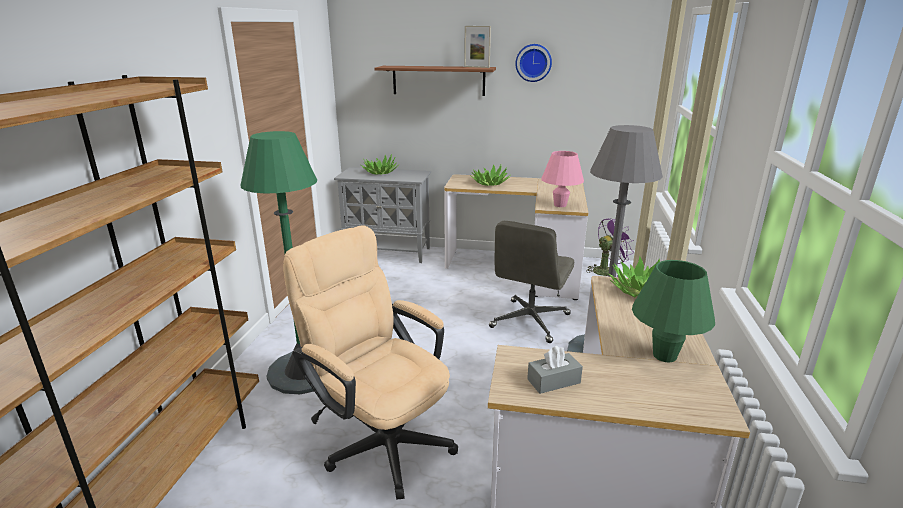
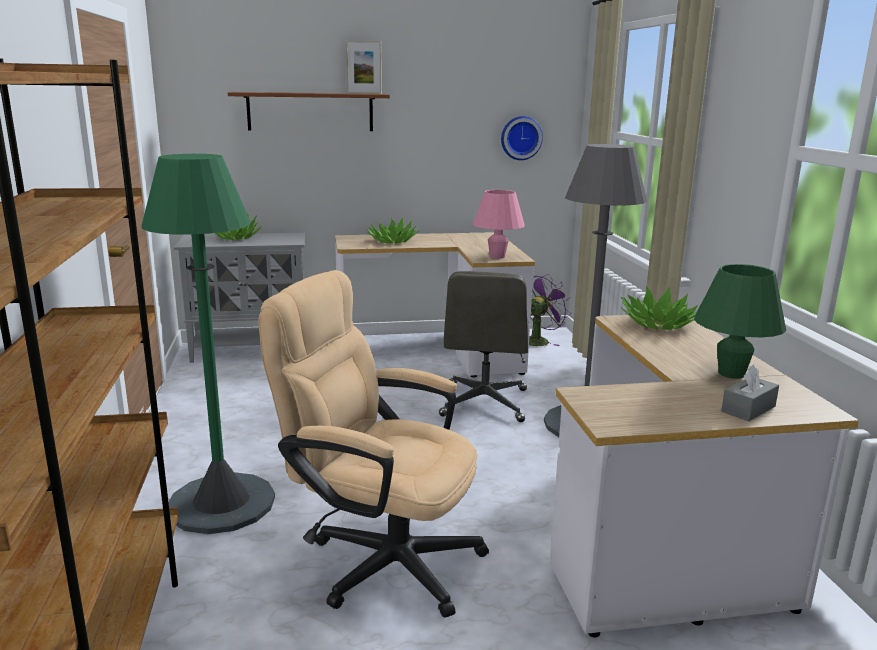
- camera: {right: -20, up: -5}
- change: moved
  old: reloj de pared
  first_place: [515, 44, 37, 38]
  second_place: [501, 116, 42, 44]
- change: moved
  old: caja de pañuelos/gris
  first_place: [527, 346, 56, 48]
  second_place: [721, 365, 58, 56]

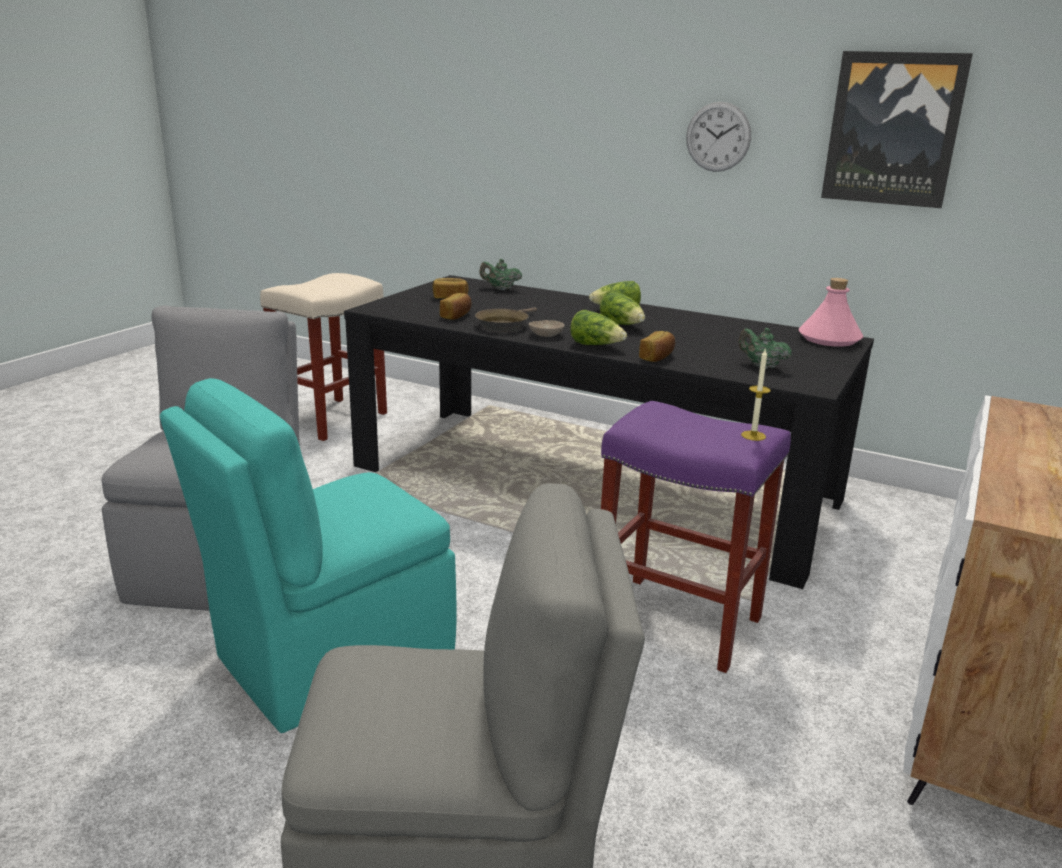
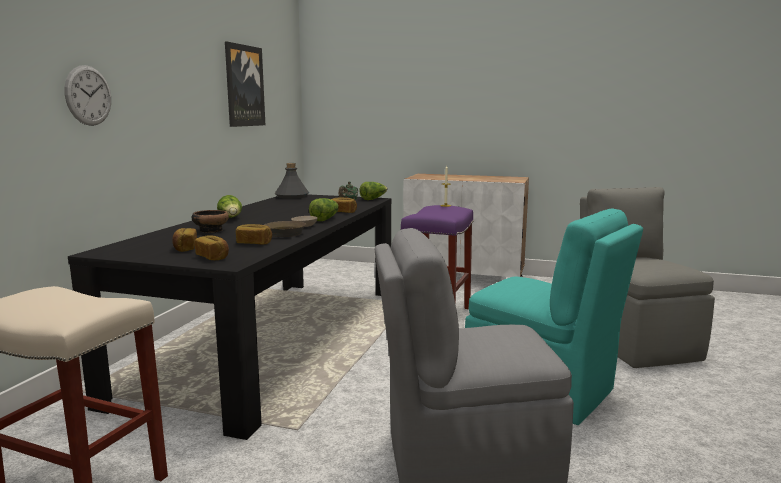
- camera: {right: -100, up: -10}
- change: removed
  old: tetera/verde
  first_place: [479, 259, 43, 31]
- change: moved
  old: lechuga
  first_place: [600, 292, 45, 33]
  second_place: [359, 182, 29, 18]
- change: moved
  old: reloj de pared
  first_place: [686, 102, 65, 70]
  second_place: [65, 65, 46, 61]
- change: recoloured
  old: botella/rosa
  new: botella/gris
  first_place: [799, 278, 64, 69]
  second_place: [275, 163, 34, 36]
- change: added
  new: cuenco
  second_place: [192, 210, 37, 23]
- change: added
  new: pan
  second_place: [194, 235, 35, 25]

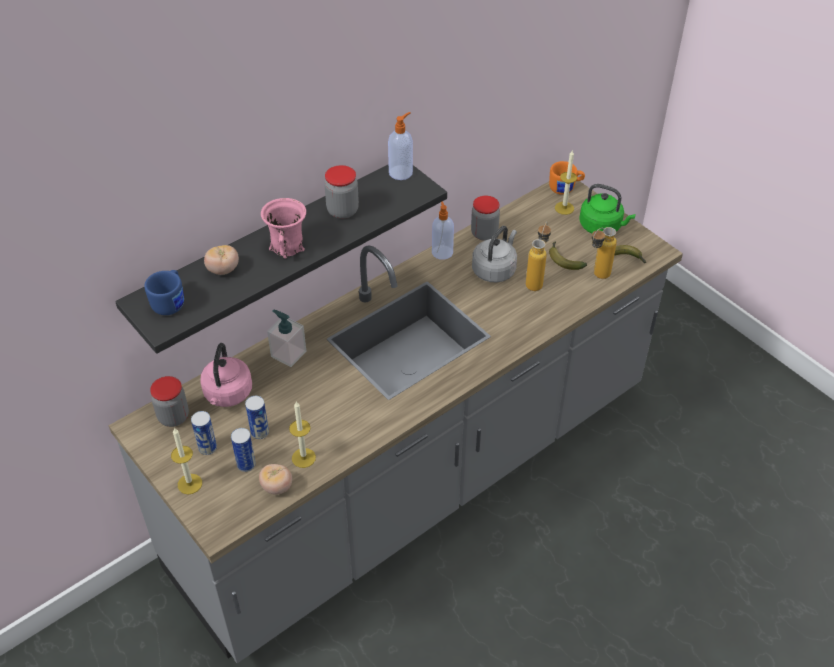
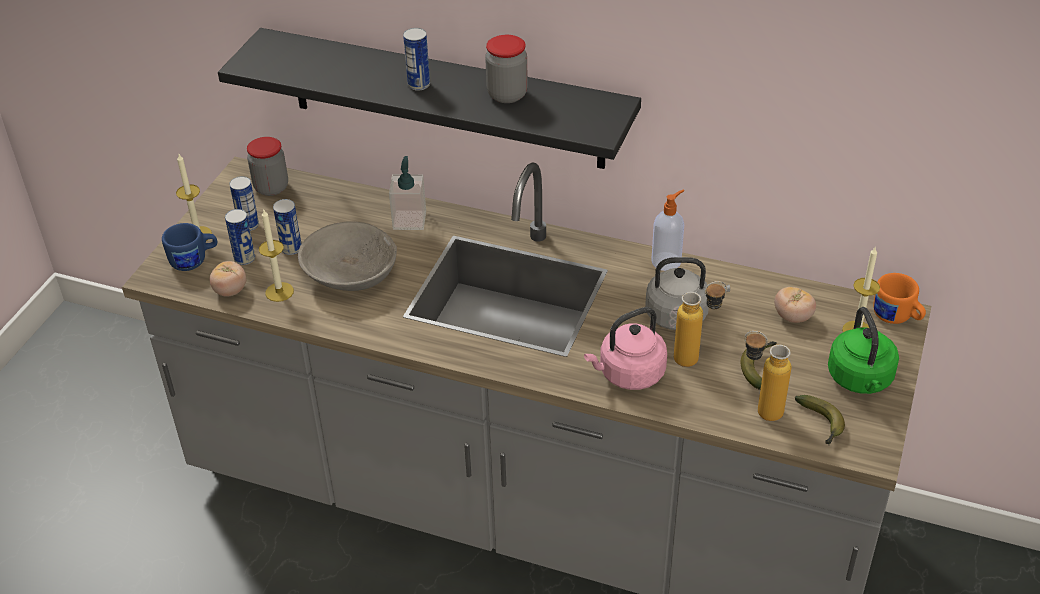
- camera: {right: 60, up: -5}
- change: moved
  old: taza grande/azul
  first_place: [144, 270, 40, 45]
  second_place: [162, 223, 55, 48]
- change: moved
  old: hervidor/rosa
  first_place: [200, 343, 52, 64]
  second_place: [584, 307, 83, 83]
- change: moved
  old: tomate
  first_place: [204, 245, 35, 30]
  second_place: [774, 287, 42, 36]
- change: replaced
  old: taza grande/rosa
  new: lata
  first_place: [261, 198, 45, 60]
  second_place: [403, 28, 27, 63]
- change: removed
  old: dispensador de jabón
  first_place: [388, 112, 25, 68]
- change: removed
  old: tarro
  first_place: [471, 196, 29, 45]
- change: added
  new: cuenco/gris
  second_place: [298, 221, 99, 70]

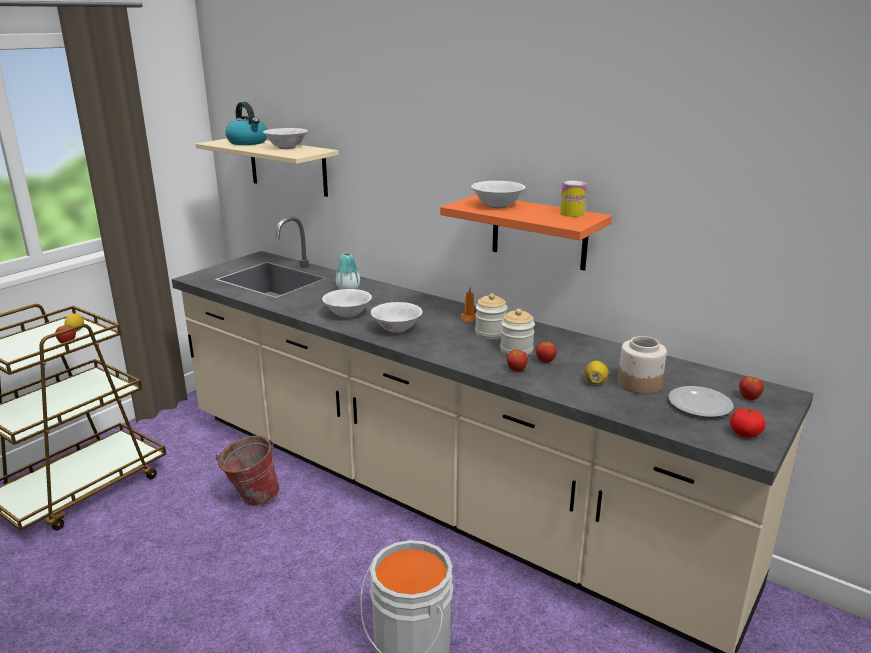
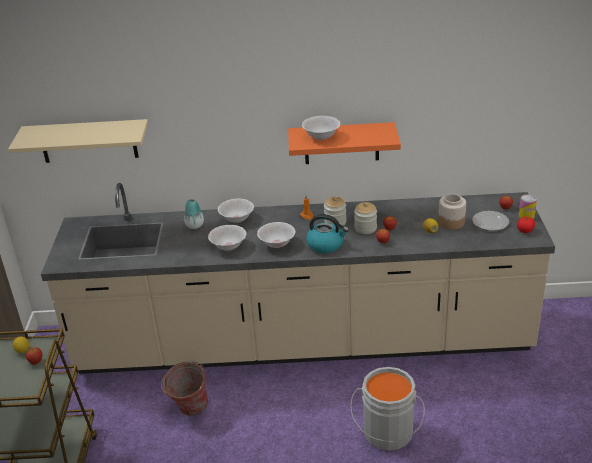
- camera: {right: -35, up: 10}
- change: moved
  old: hervidor
  first_place: [225, 102, 42, 43]
  second_place: [306, 214, 43, 39]
- change: moved
  old: cuenco/blanco
  first_place: [263, 128, 45, 21]
  second_place: [218, 199, 36, 24]
- change: moved
  old: lata
  first_place: [560, 181, 27, 36]
  second_place: [519, 194, 18, 25]

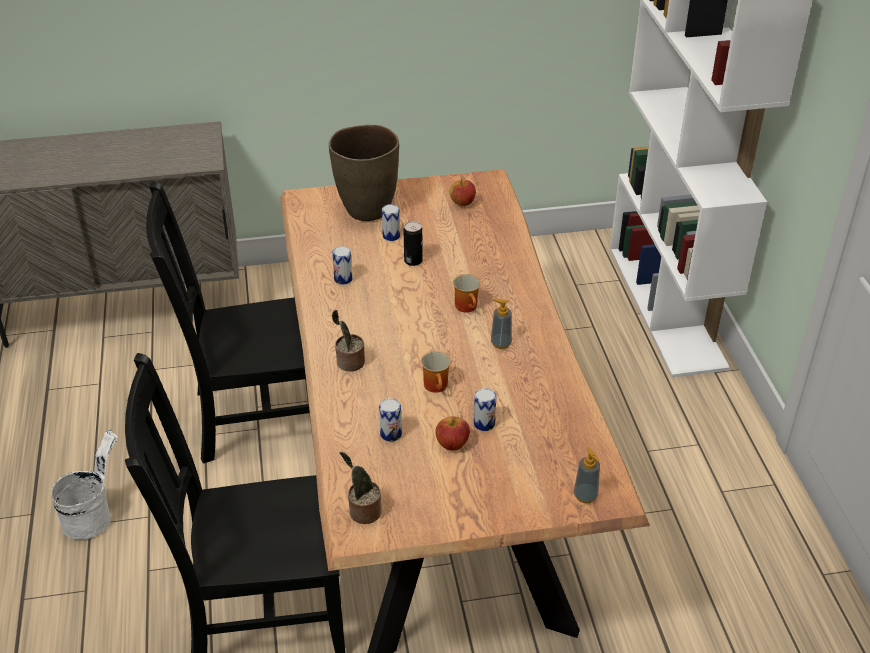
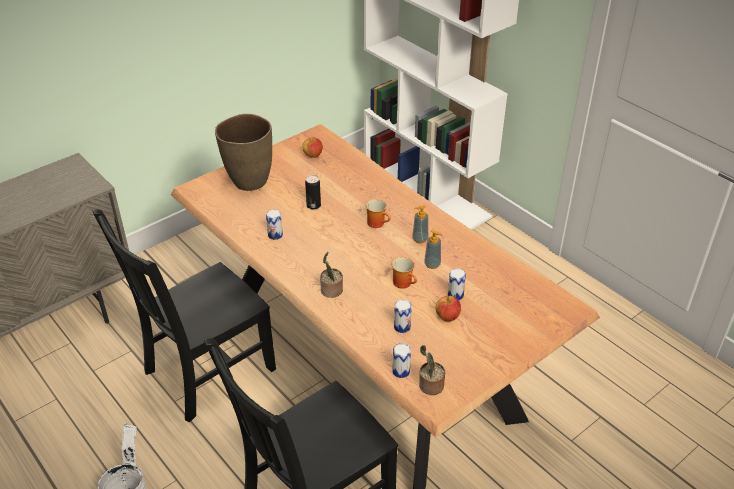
- camera: {right: -30, up: 0}
- change: moved
  old: lata
  first_place: [382, 204, 18, 37]
  second_place: [392, 343, 19, 35]
- change: moved
  old: dispensador de jabón
  first_place: [574, 448, 26, 55]
  second_place: [424, 230, 19, 39]

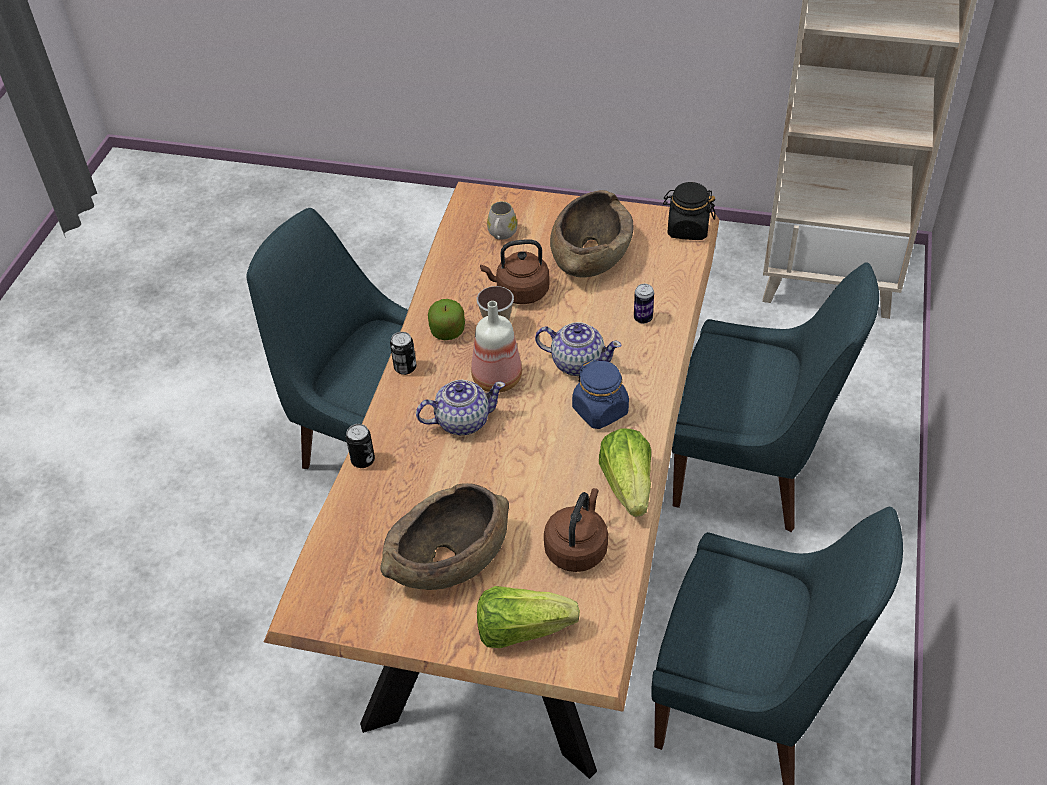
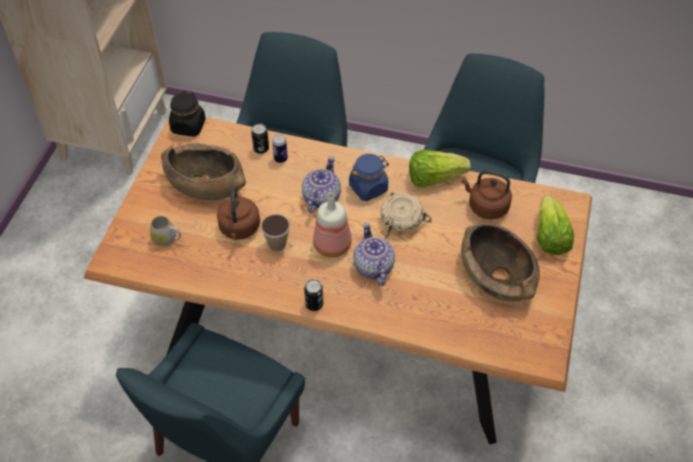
- camera: {right: -90, up: 5}
- change: moved
  old: lata
  first_place: [346, 424, 29, 44]
  second_place: [251, 124, 18, 30]
- change: removed
  old: manzana
  first_place: [428, 299, 37, 41]
- change: added
  new: cuenco/beis
  second_place: [381, 191, 51, 49]

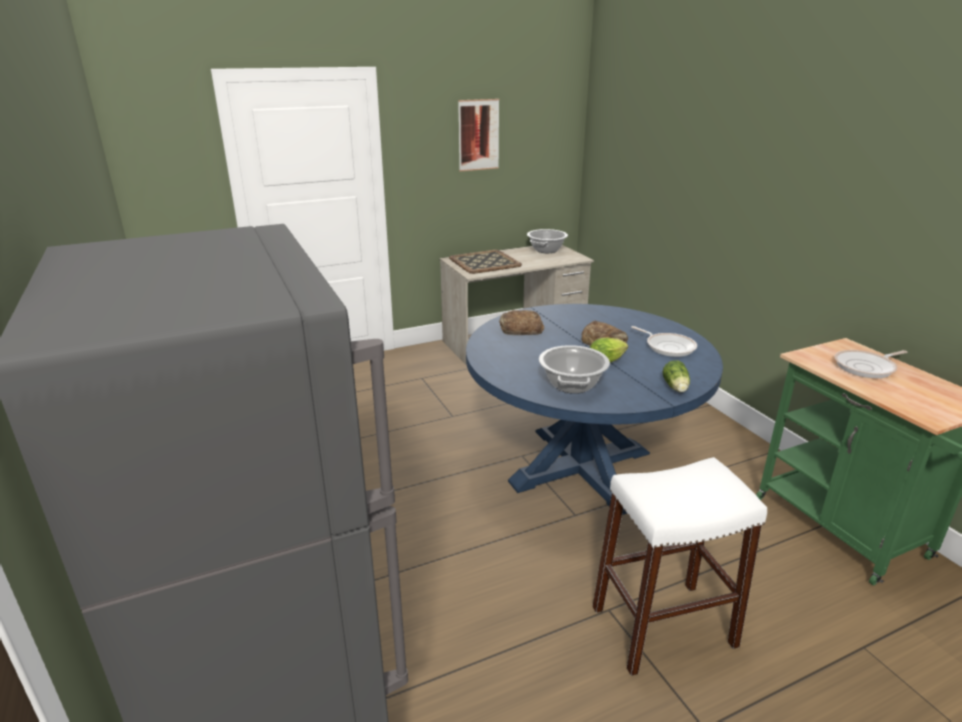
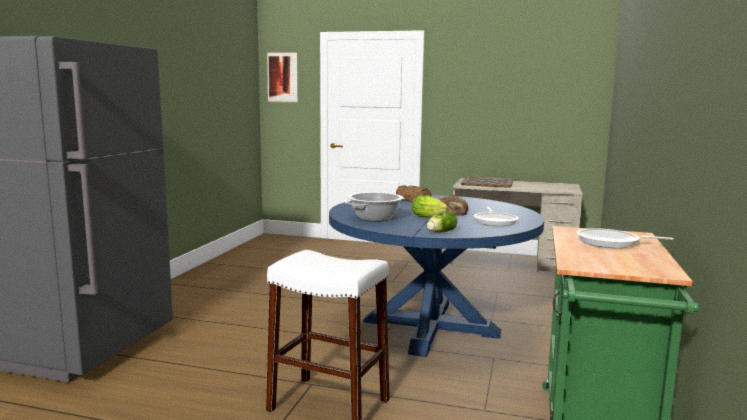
- camera: {right: 40, up: -15}
- change: moved
  old: cuadro
  first_place: [458, 99, 41, 72]
  second_place: [267, 52, 31, 51]
- change: removed
  old: olla
  first_place: [527, 229, 41, 24]

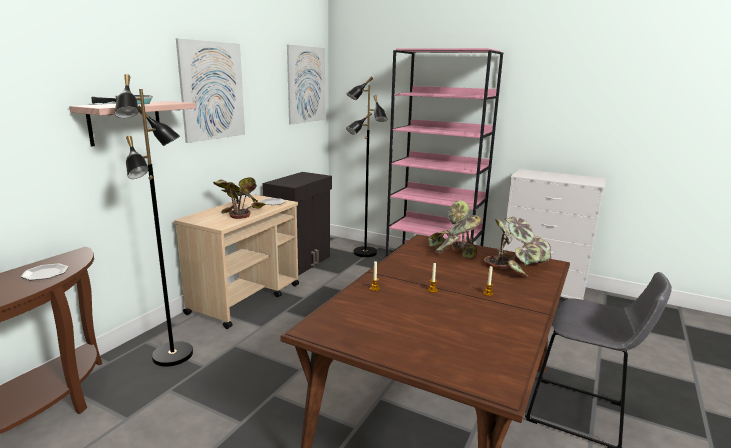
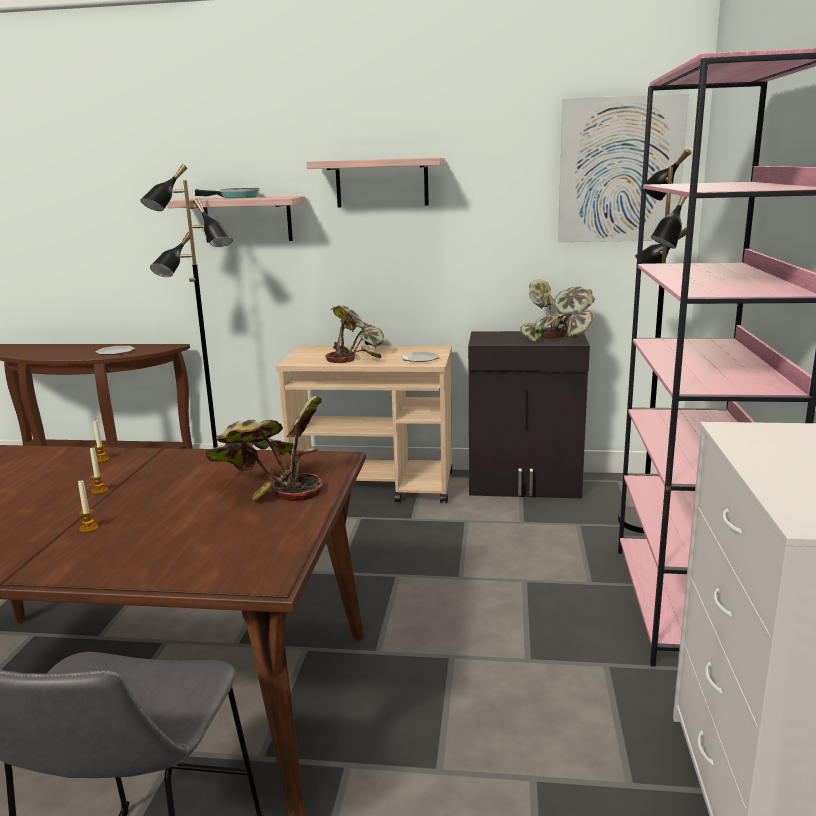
- camera: {right: 70, up: 0}
- change: replaced
  old: cuadro
  new: estante
  first_place: [176, 38, 69, 105]
  second_place: [307, 158, 138, 49]
- change: moved
  old: planta en maceta
  first_place: [484, 217, 67, 59]
  second_place: [520, 279, 75, 63]

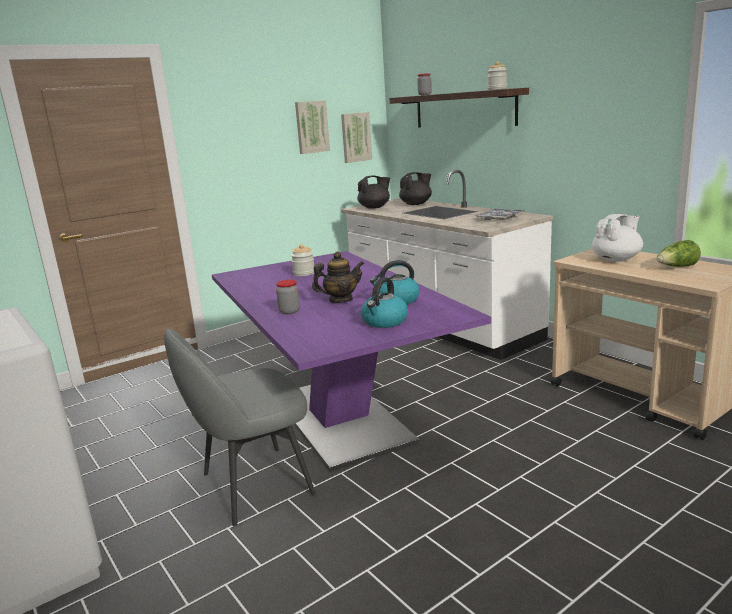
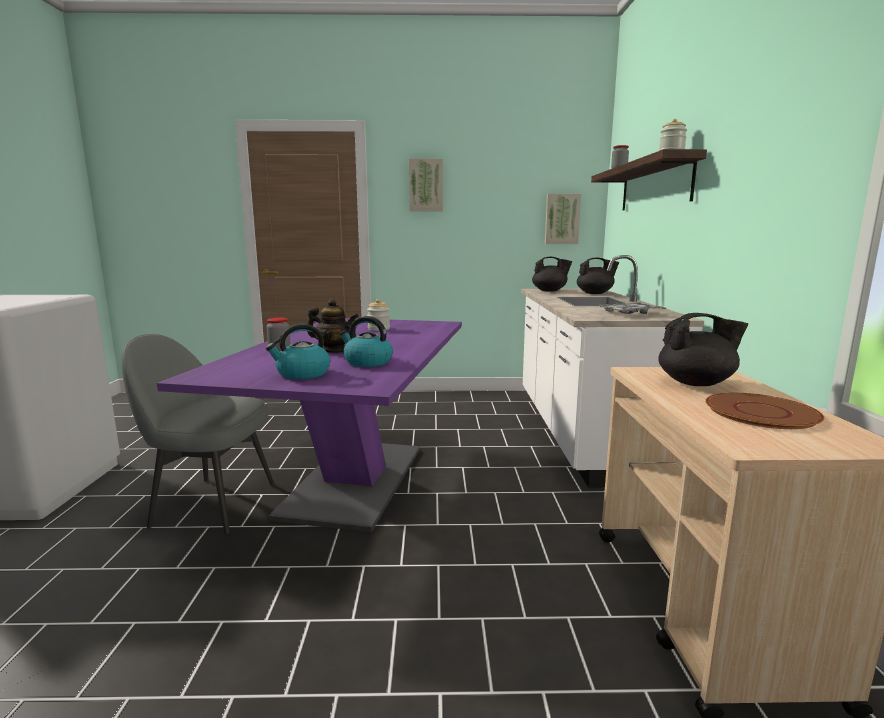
- camera: {right: 35, up: -5}
- change: moved
  old: cuadro
  first_place: [295, 100, 35, 54]
  second_place: [409, 159, 34, 52]
- change: recoloured
  old: tetera/blanco
  new: tetera/negro
  first_place: [592, 214, 51, 48]
  second_place: [659, 313, 89, 73]
- change: replaced
  old: lechuga
  new: plato/marrón
  first_place: [656, 240, 45, 27]
  second_place: [705, 393, 119, 36]

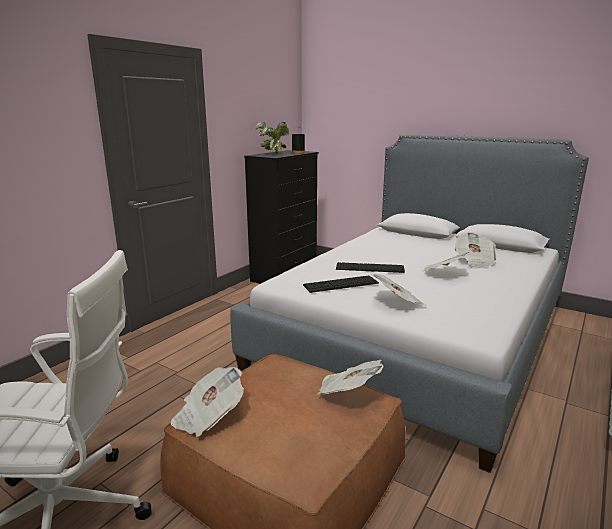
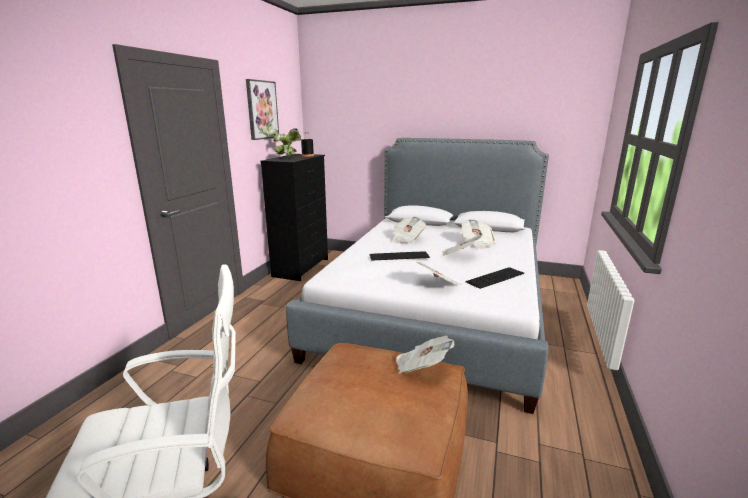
- camera: {right: -15, up: 0}
- change: moved
  old: periódico
  first_place: [171, 367, 73, 70]
  second_place: [392, 216, 34, 27]
- change: moved
  old: teclado
  first_place: [303, 275, 76, 18]
  second_place: [465, 267, 59, 22]
- change: added
  new: cuadro
  second_place: [246, 79, 33, 61]

